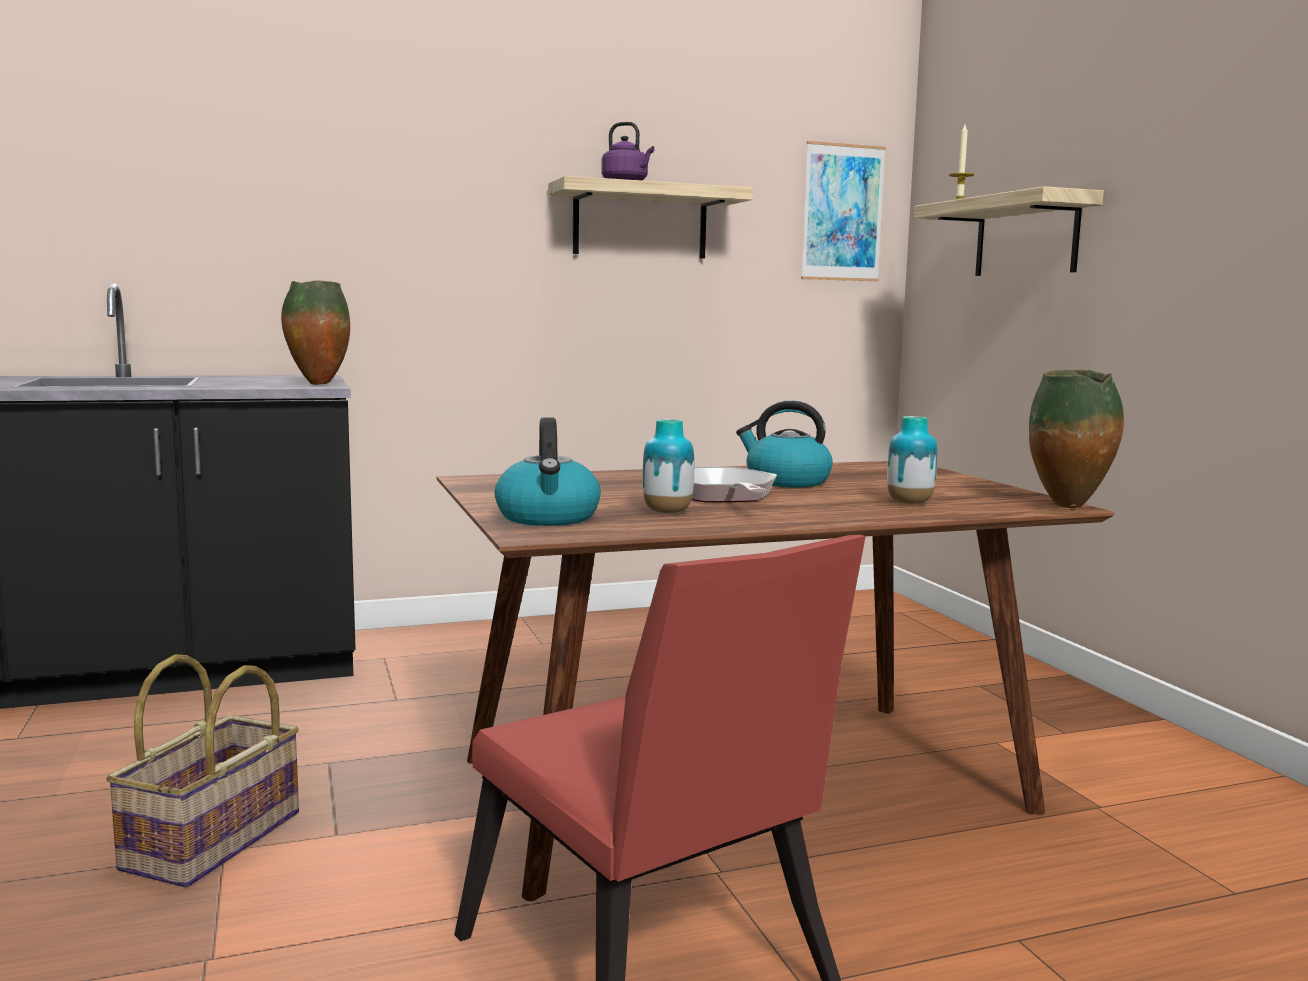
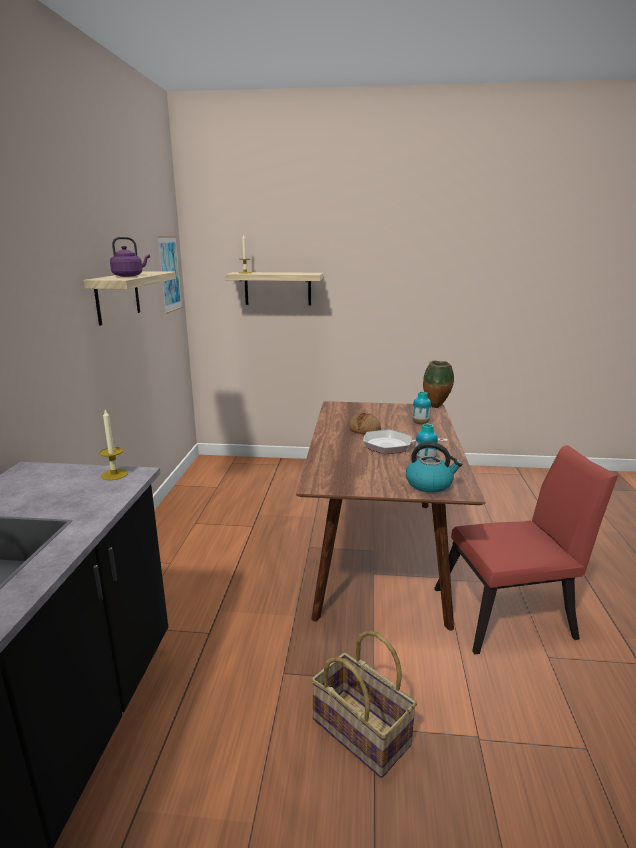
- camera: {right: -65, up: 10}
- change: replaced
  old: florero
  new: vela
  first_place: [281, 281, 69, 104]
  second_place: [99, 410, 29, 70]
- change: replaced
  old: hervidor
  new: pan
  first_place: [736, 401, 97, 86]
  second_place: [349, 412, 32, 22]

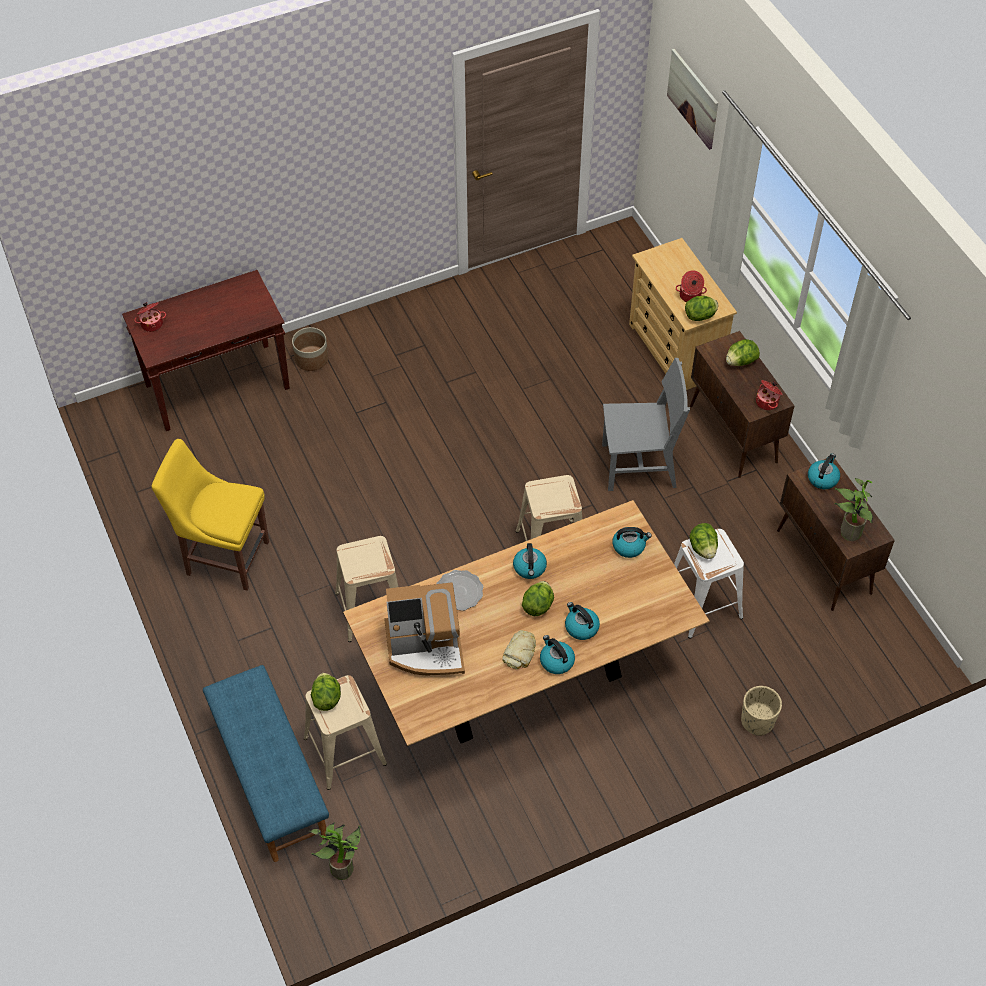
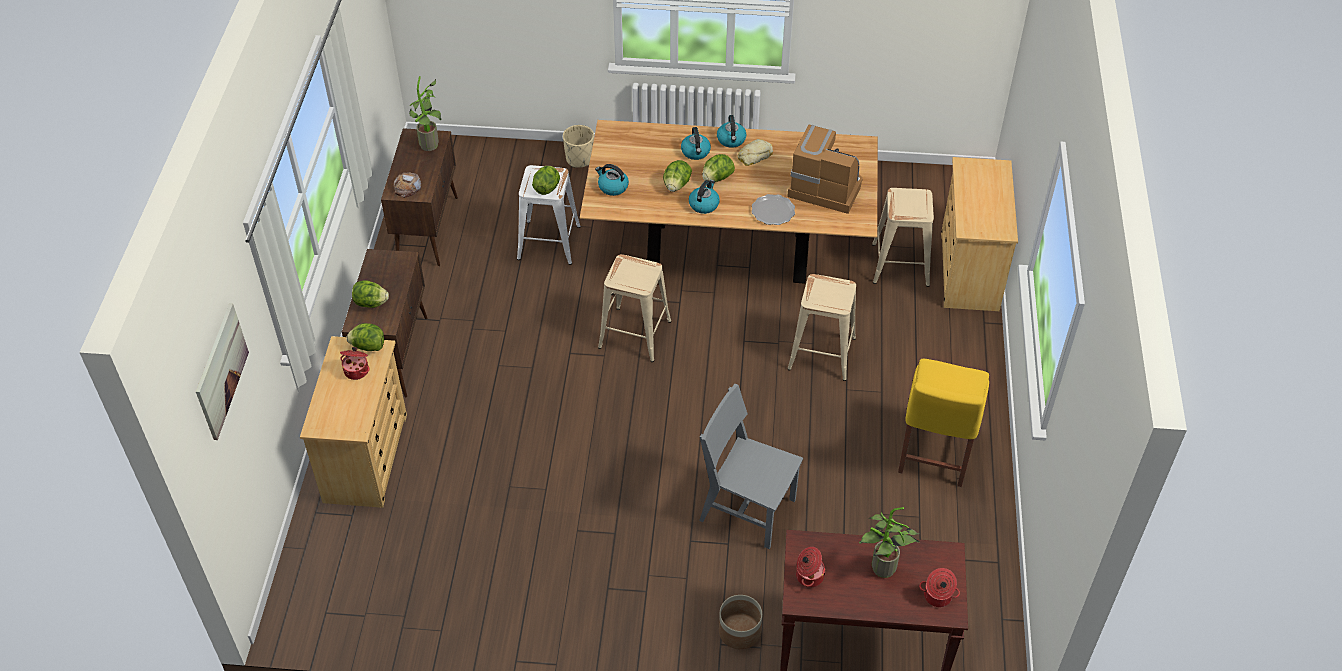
- camera: {right: -150, up: -5}
- change: turned
  old: silla/amarillo
  first_place: [151, 439, 118, 151]
  second_place: [898, 359, 91, 128]
  degrees: 60
- change: replaced
  old: banco/azul
  new: cómoda/beis
  first_place: [203, 665, 126, 197]
  second_place: [941, 157, 77, 154]
- change: moved
  old: planta en maceta
  first_place: [309, 822, 52, 58]
  second_place: [859, 507, 61, 71]
- change: moved
  old: lechuga
  first_place: [311, 673, 30, 38]
  second_place: [663, 160, 29, 32]
- change: moved
  old: silla/gris
  first_place: [602, 358, 88, 133]
  second_place: [699, 384, 104, 165]
- change: moved
  old: olla
  first_place: [756, 380, 26, 30]
  second_place: [796, 547, 30, 40]
- change: replaced
  old: hervidor
  new: pan
  first_place: [808, 453, 32, 36]
  second_place: [393, 173, 28, 25]

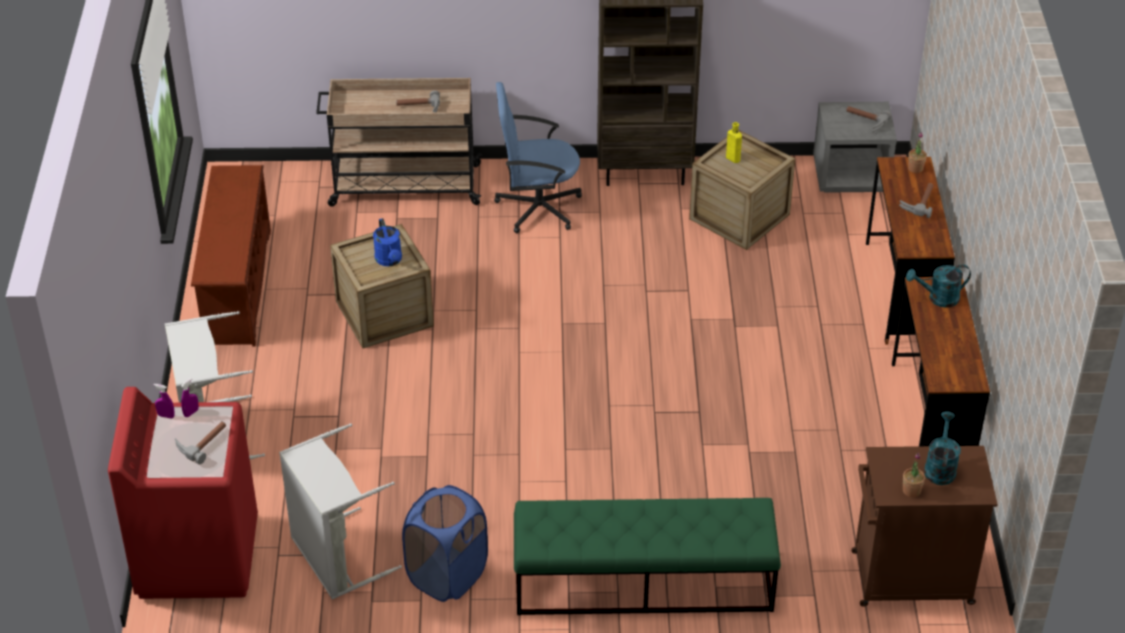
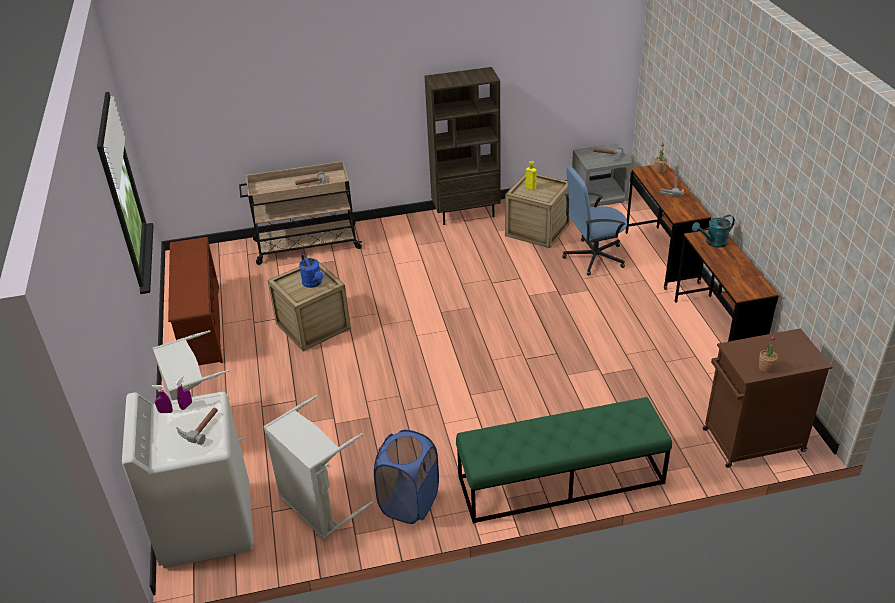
- camera: {right: -10, up: -5}
- change: recoloured
  old: lavadora/rojo
  new: lavadora/blanco
  first_place: [108, 387, 150, 212]
  second_place: [122, 392, 132, 176]
- change: moved
  old: silla de oficina/azul
  first_place: [494, 82, 88, 151]
  second_place: [562, 167, 65, 108]
- change: removed
  old: regadera/turquesa
  first_place: [924, 412, 37, 73]

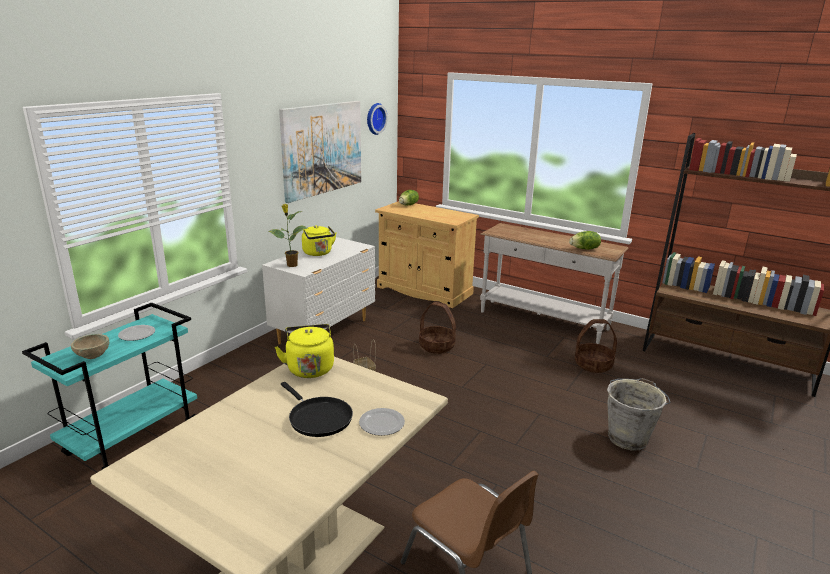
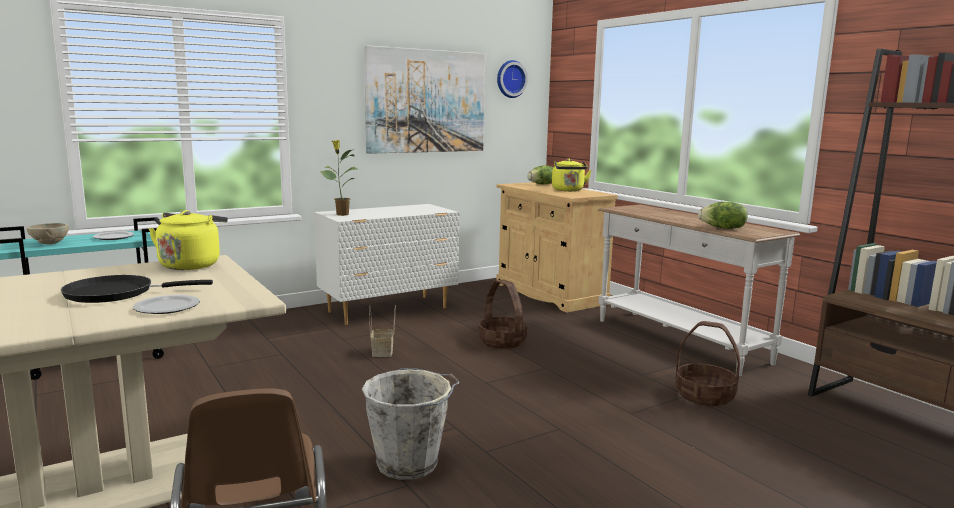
- camera: {right: 25, up: -10}
- change: turned
  old: sartén/negro
  first_place: [281, 382, 72, 55]
  second_place: [61, 275, 152, 28]
  degrees: 90
- change: moved
  old: hervidor/amarillo
  first_place: [302, 225, 34, 31]
  second_place: [552, 159, 40, 32]
- change: moved
  old: cubo/gris
  first_place: [607, 378, 64, 72]
  second_place: [362, 368, 98, 112]

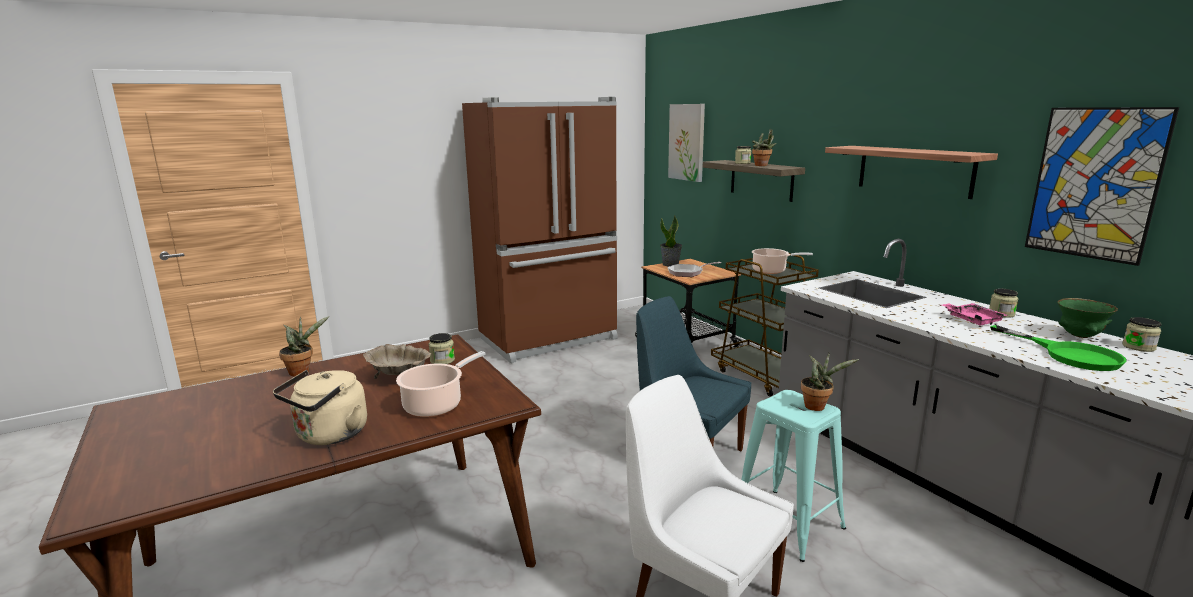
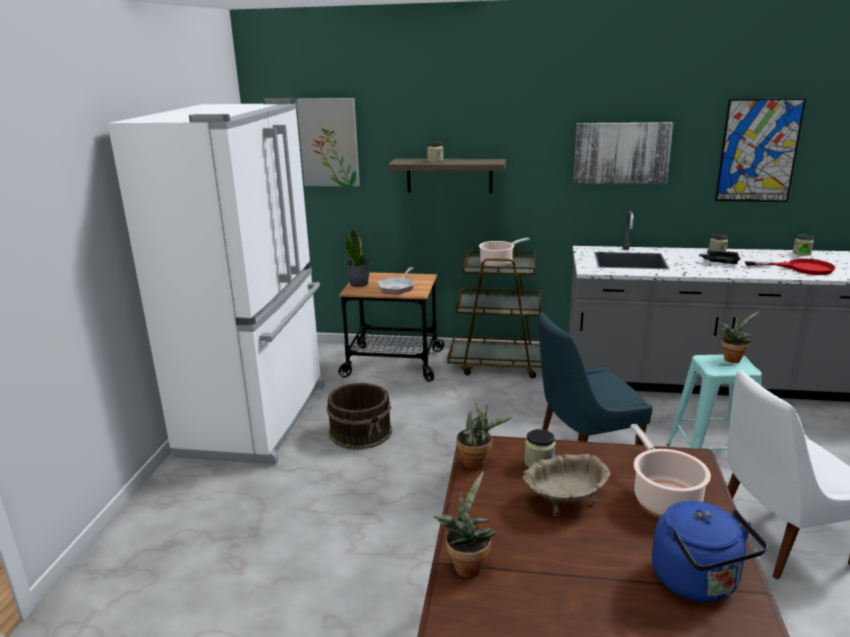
- camera: {right: -50, up: 5}
- change: recoloured
  old: hervidor/beis
  new: hervidor/azul
  first_place: [273, 370, 94, 75]
  second_place: [652, 501, 116, 101]
- change: recoloured
  old: nevera/marrón
  new: nevera/blanco
  first_place: [462, 97, 155, 266]
  second_place: [108, 98, 217, 367]
- change: moved
  old: planta en maceta
  first_place: [752, 130, 25, 36]
  second_place: [456, 403, 56, 66]
- change: replaced
  old: estante
  new: cuadro
  first_place: [825, 146, 173, 53]
  second_place: [573, 122, 100, 62]
- change: recoloured
  old: bandeja/rosa
  new: bandeja/negro
  first_place: [942, 303, 66, 22]
  second_place: [699, 250, 41, 14]
- change: recoloured
  old: sartén/verde
  new: sartén/rojo
  first_place: [990, 325, 136, 46]
  second_place: [745, 259, 91, 16]
- change: removed
  old: cuenco/verde
  first_place: [1057, 298, 61, 40]
- change: added
  new: cubo/marrón
  second_place: [327, 383, 65, 67]

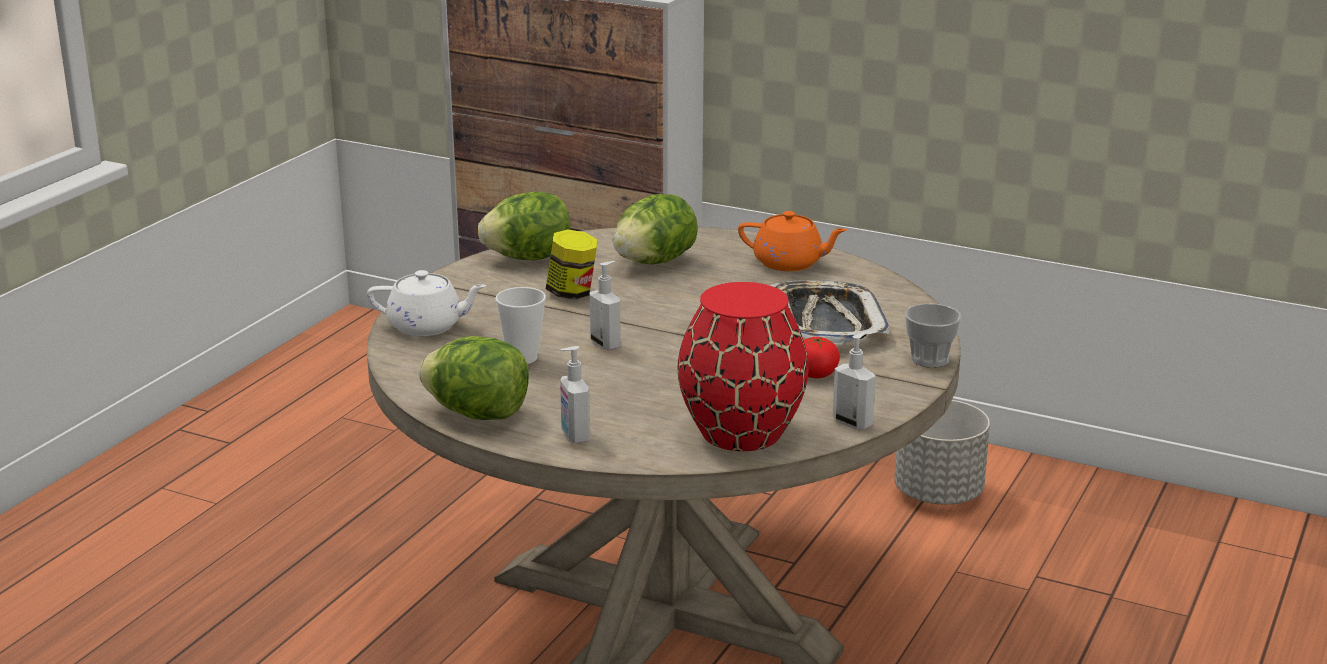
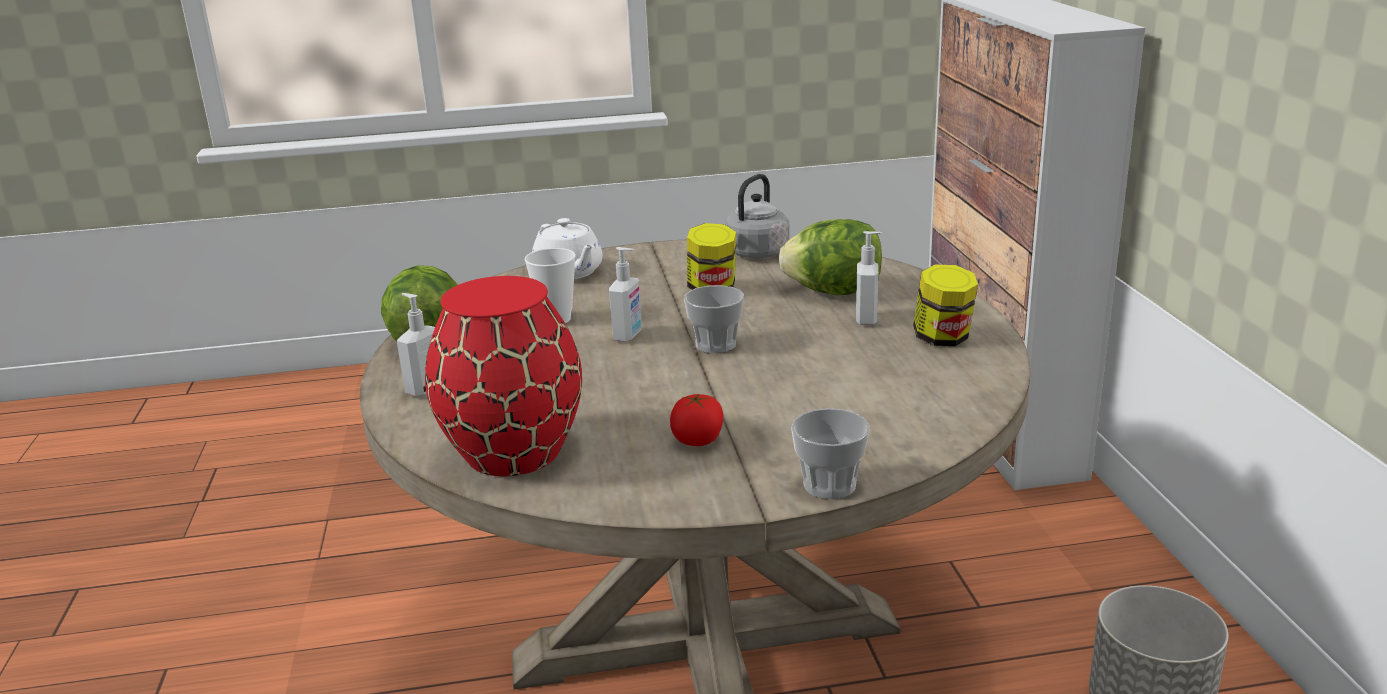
- camera: {right: 55, up: 0}
- change: replaced
  old: lechuga
  new: hervidor/gris
  first_place: [478, 192, 93, 68]
  second_place: [724, 174, 66, 84]
- change: replaced
  old: tetera/naranja
  new: tarro
  first_place: [738, 211, 109, 60]
  second_place: [913, 265, 65, 82]
- change: removed
  old: bandeja
  first_place: [770, 280, 119, 65]
- change: moved
  old: dispensador de jabón
  first_place: [833, 332, 43, 98]
  second_place: [856, 231, 26, 94]
- change: added
  new: taza
  second_place: [684, 285, 60, 68]

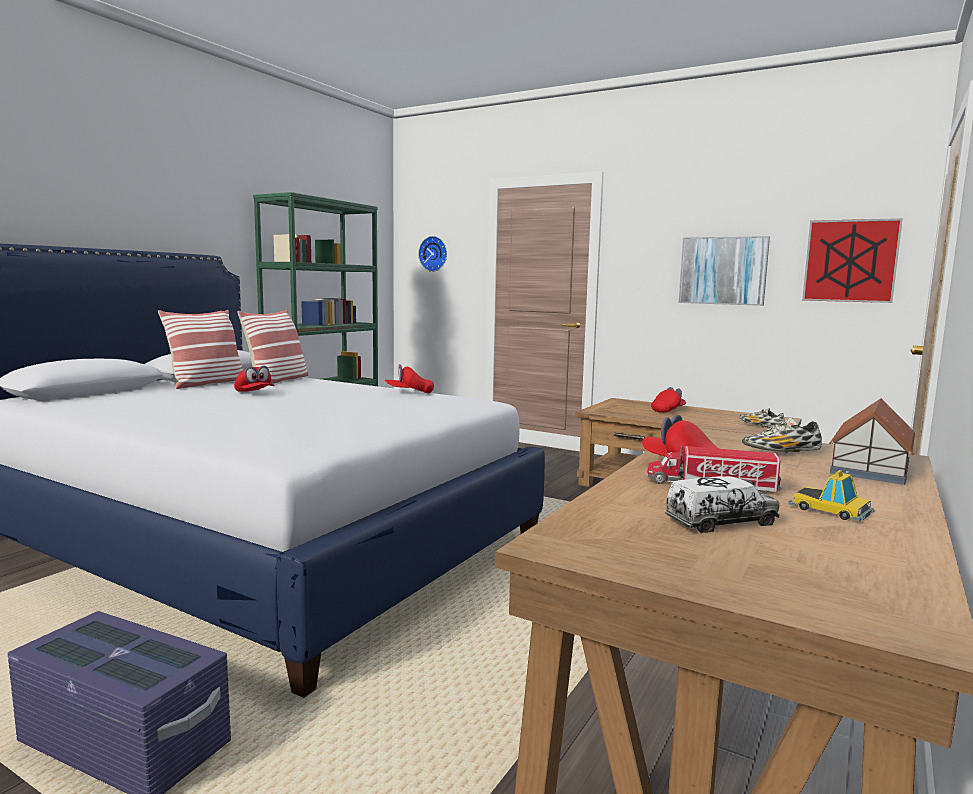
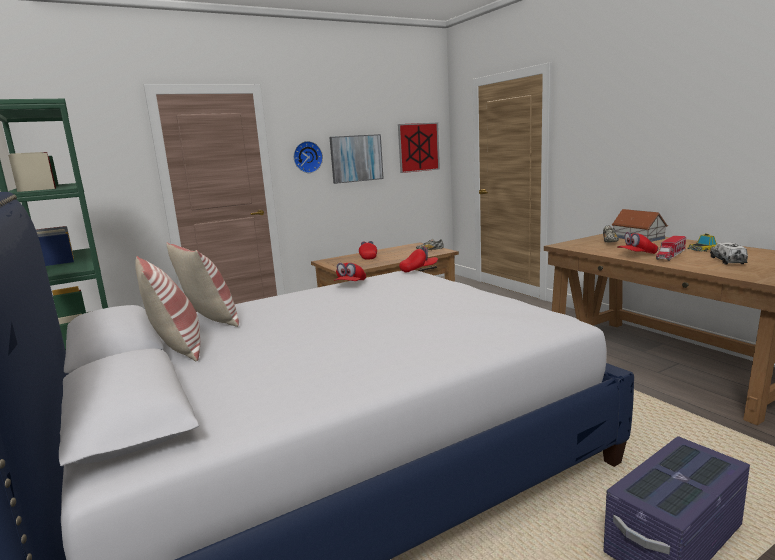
- camera: {right: -60, up: 5}
- change: moved
  old: gorra/rojo
  first_place: [234, 366, 41, 26]
  second_place: [399, 246, 39, 26]
- change: moved
  old: reloj de pared
  first_place: [418, 236, 29, 36]
  second_place: [293, 141, 30, 32]

